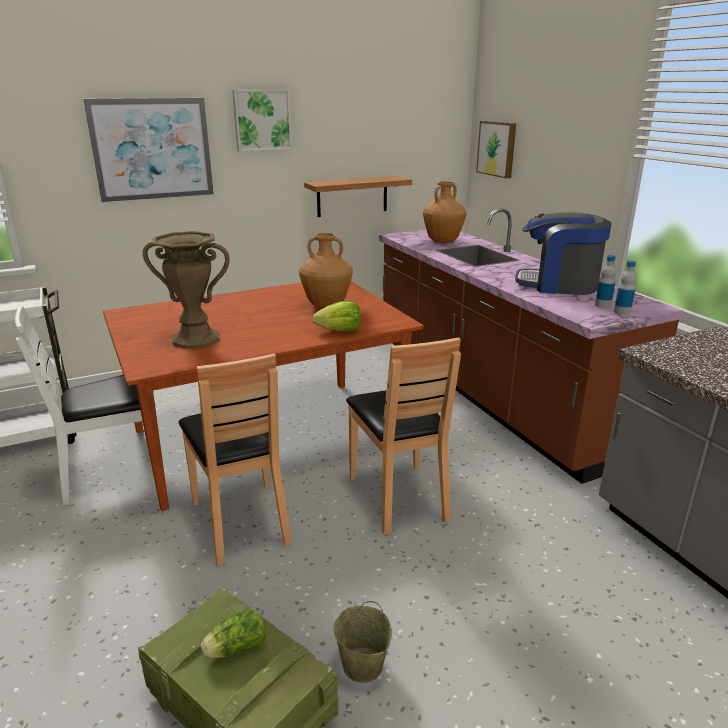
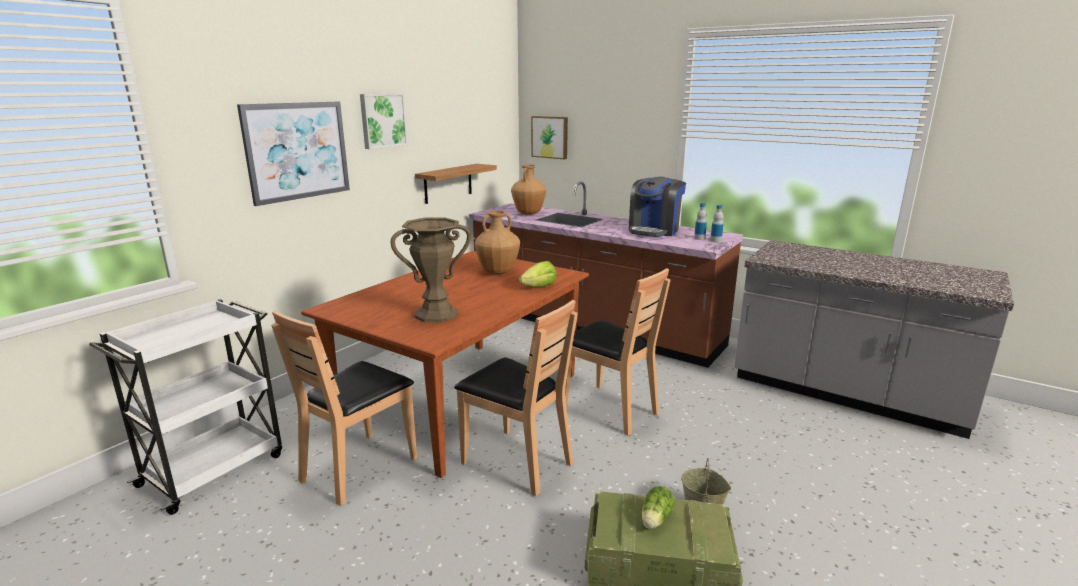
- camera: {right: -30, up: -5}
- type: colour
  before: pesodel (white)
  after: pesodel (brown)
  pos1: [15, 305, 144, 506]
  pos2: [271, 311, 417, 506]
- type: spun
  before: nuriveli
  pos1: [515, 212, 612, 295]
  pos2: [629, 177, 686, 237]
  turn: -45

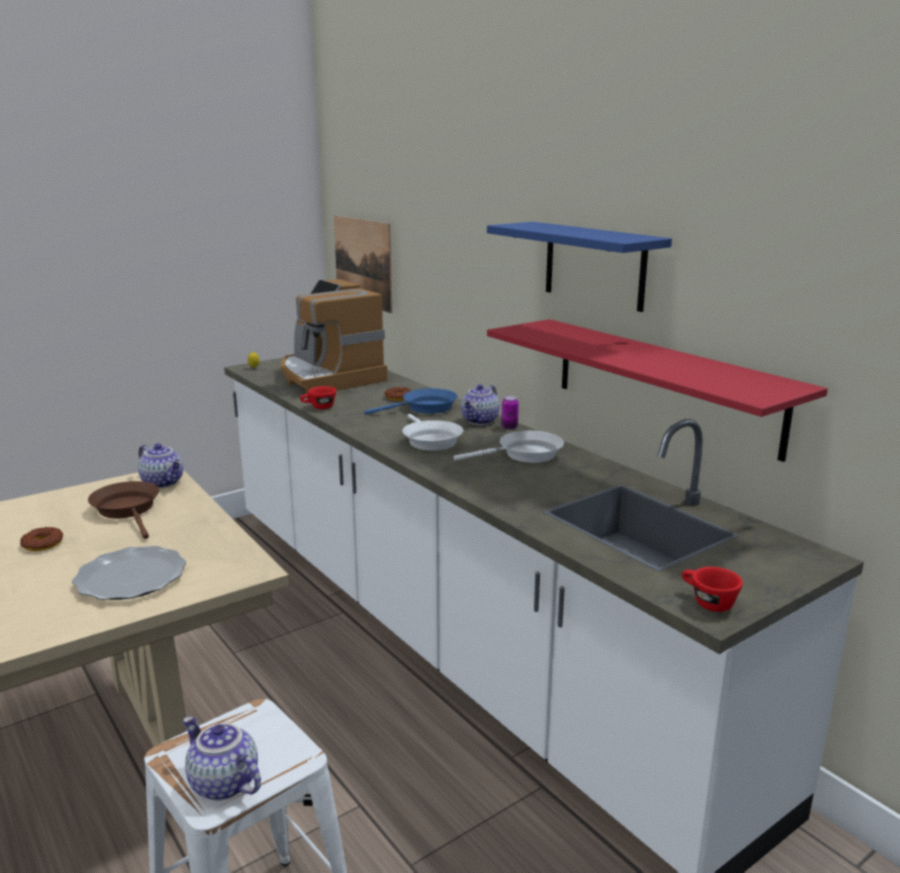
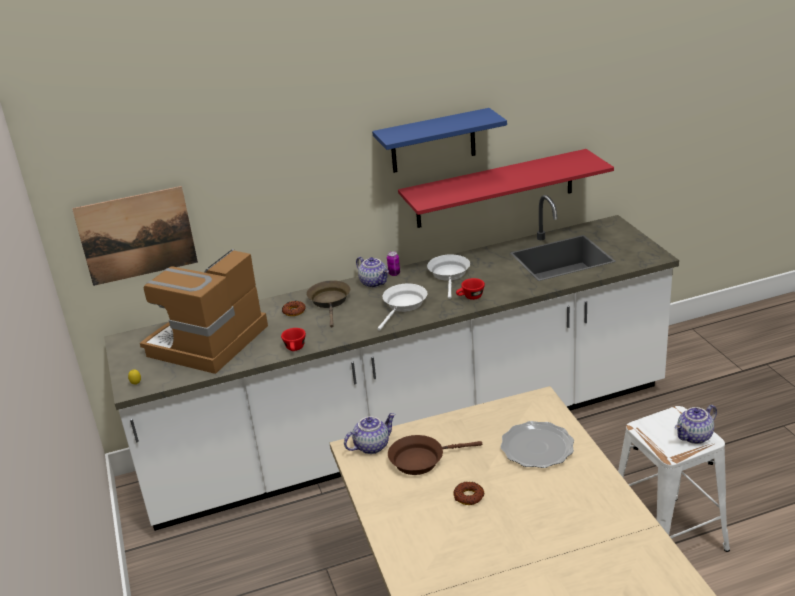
- camera: {right: -70, up: 10}
- type: relocated
  before: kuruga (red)
  pos1: [682, 567, 743, 612]
  pos2: [456, 278, 485, 300]
- type: colour
  before: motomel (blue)
  after: motomel (brown)
  pos1: [364, 388, 458, 415]
  pos2: [307, 280, 350, 327]
- type: spun
  before: nuriveli
  pos1: [281, 279, 387, 394]
  pos2: [140, 249, 268, 374]
  turn: 135
- type: spun
  before: motomel (white)
  pos1: [402, 414, 463, 451]
  pos2: [377, 284, 427, 331]
  turn: -60

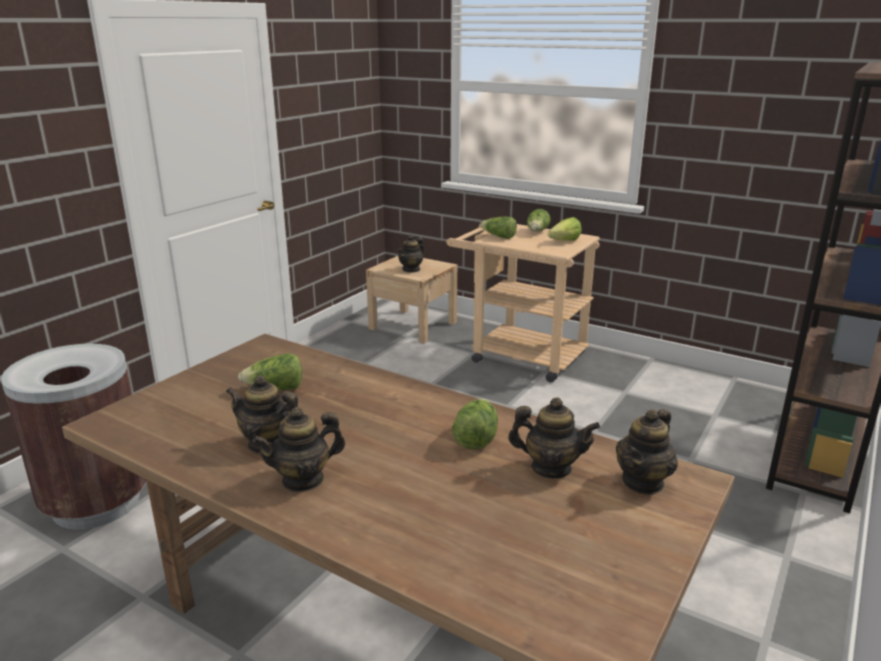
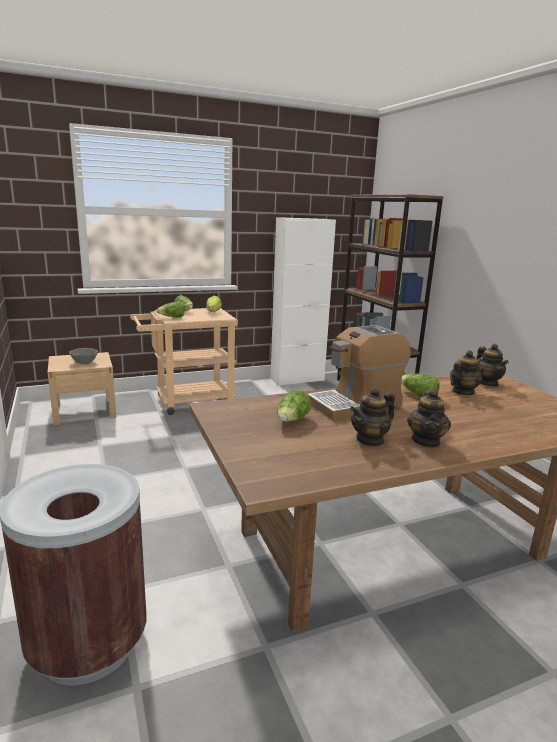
- camera: {right: -55, up: -5}
- type: appeared
  after: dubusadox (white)
  pos2: [270, 217, 336, 386]
- type: appeared
  after: nuriveli
  pos2: [307, 325, 411, 420]
- type: exchanged
  before: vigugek
  after: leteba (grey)
  pos1: [397, 235, 424, 273]
  pos2: [69, 348, 98, 364]

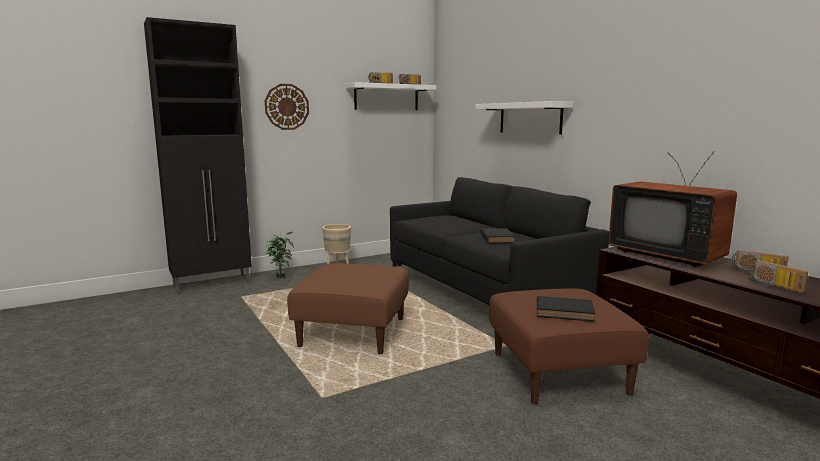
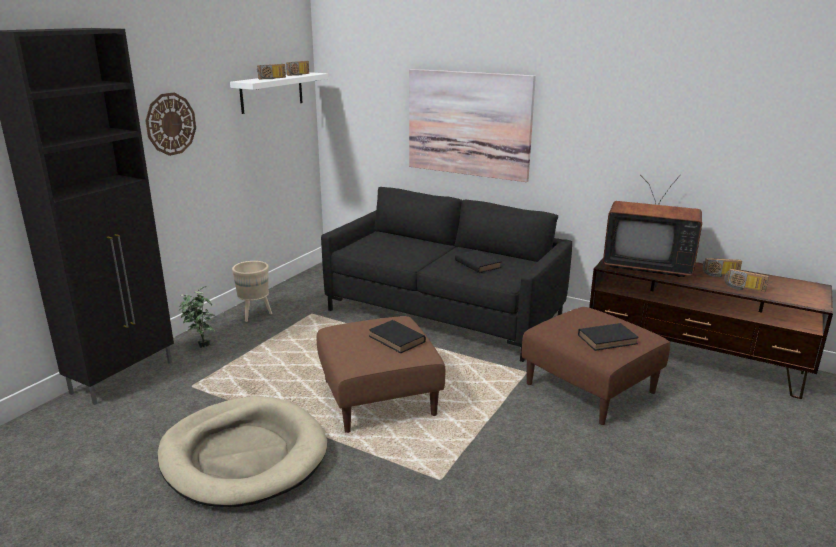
- camera: {right: -30, up: 10}
- type: appeared
  after: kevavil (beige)
  pos2: [157, 396, 327, 507]
- type: appeared
  after: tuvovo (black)
  pos2: [369, 320, 426, 353]
- type: exchanged
  before: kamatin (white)
  after: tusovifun
  pos1: [476, 101, 573, 134]
  pos2: [409, 69, 536, 182]

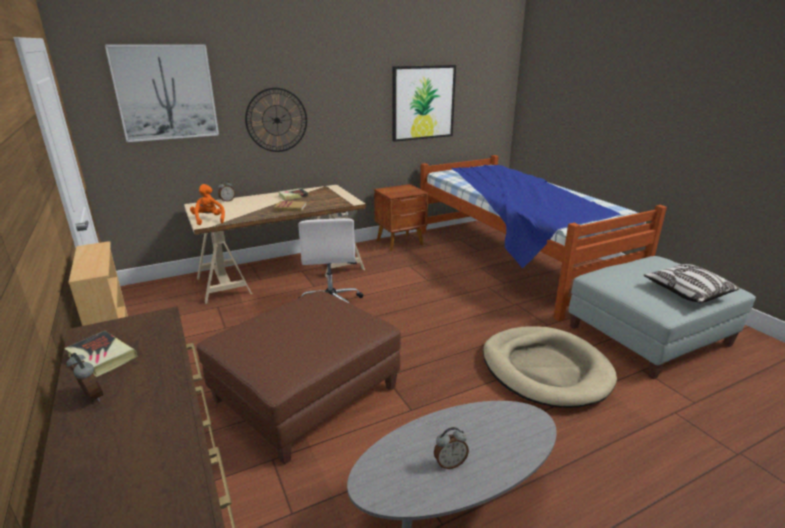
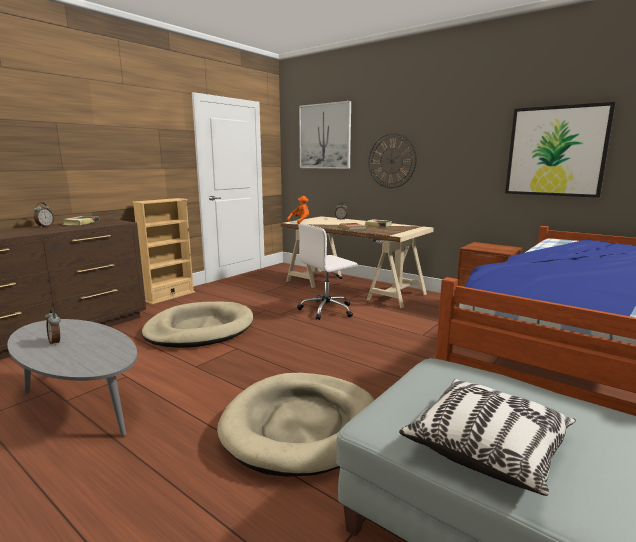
- camera: {right: 65, up: -10}
- type: exchanged
  before: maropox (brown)
  after: kevavil (beige)
  pos1: [197, 291, 401, 465]
  pos2: [142, 302, 253, 348]

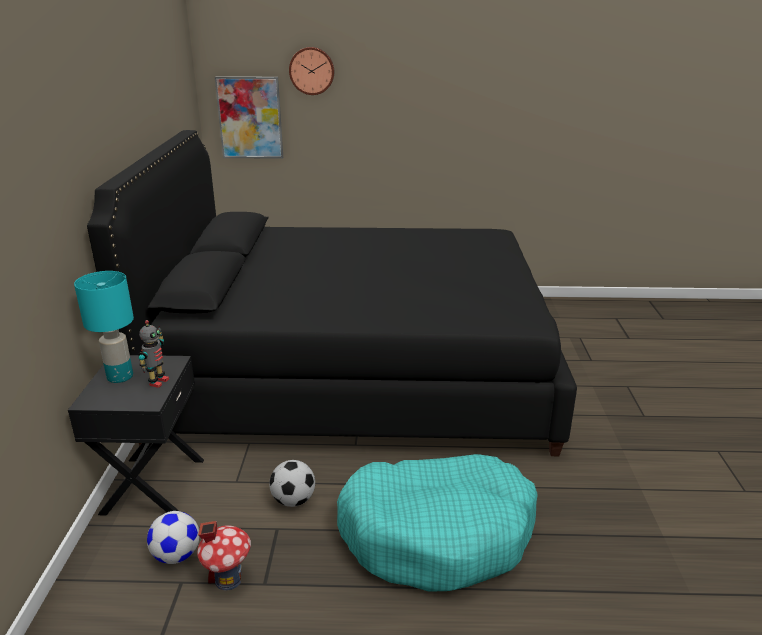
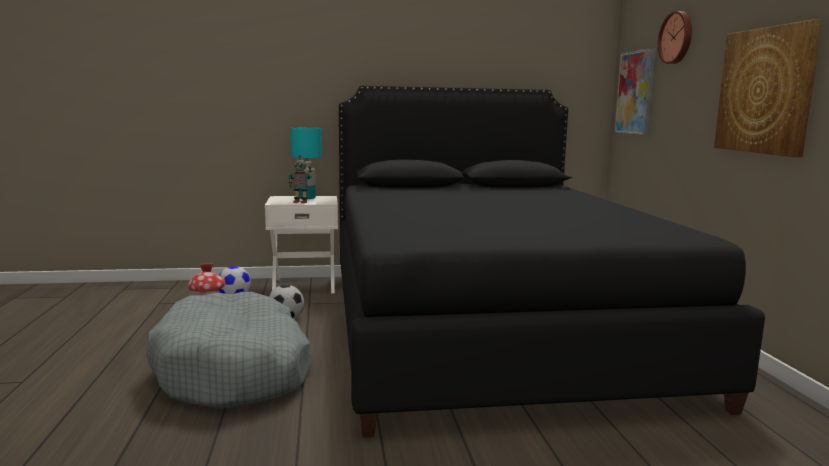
- camera: {right: 80, up: -15}
- type: appeared
  after: tusovifun
  pos2: [714, 19, 823, 157]
- type: colour
  before: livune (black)
  after: livune (white)
  pos1: [68, 355, 204, 515]
  pos2: [265, 196, 338, 293]
- type: colour
  before: kevavil (turquoise)
  after: kevavil (grey)
  pos1: [337, 454, 538, 592]
  pos2: [146, 292, 313, 409]

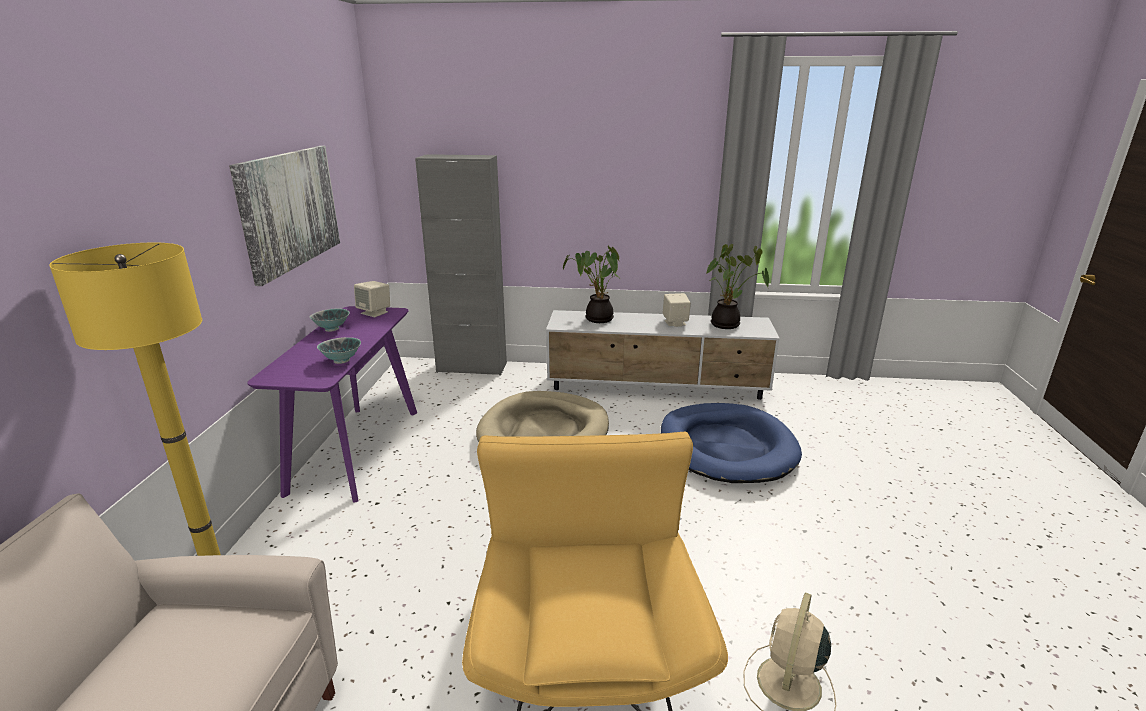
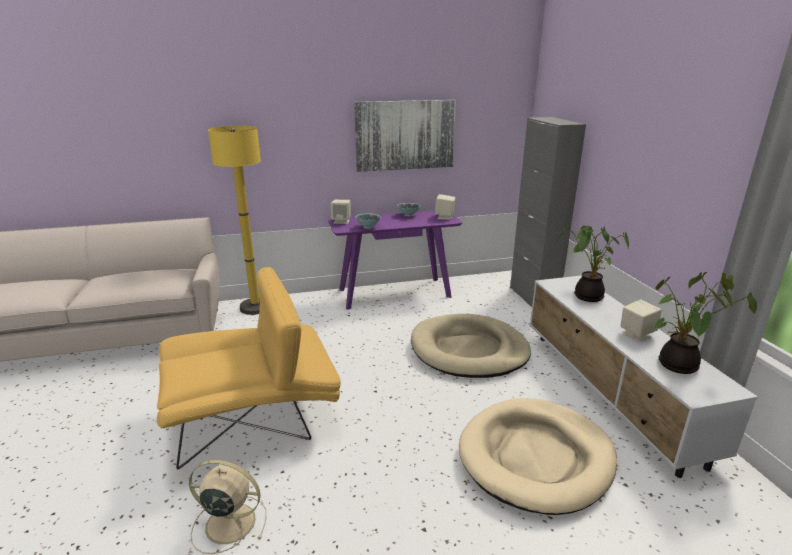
- camera: {right: 70, up: 0}
- type: appeared
  after: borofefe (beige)
  pos2: [331, 200, 351, 224]
- type: colour
  before: kevavil (blue)
  after: kevavil (beige)
  pos1: [661, 403, 802, 483]
  pos2: [459, 398, 617, 515]

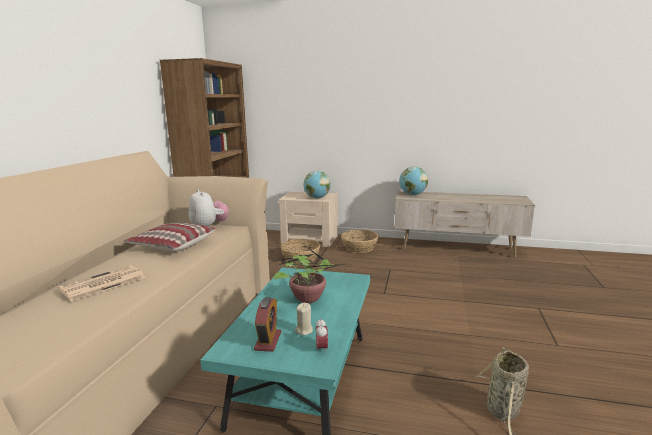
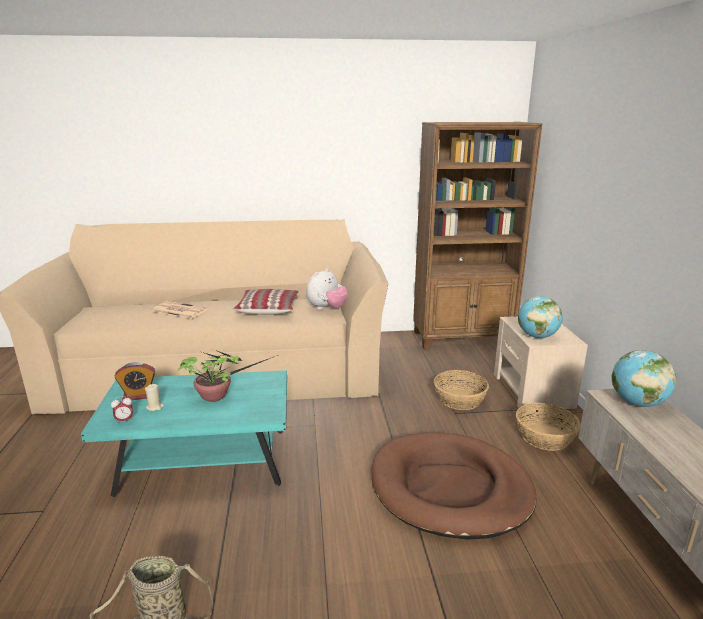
- camera: {right: 70, up: 5}
- type: appeared
  after: kevavil (brown)
  pos2: [371, 432, 537, 539]

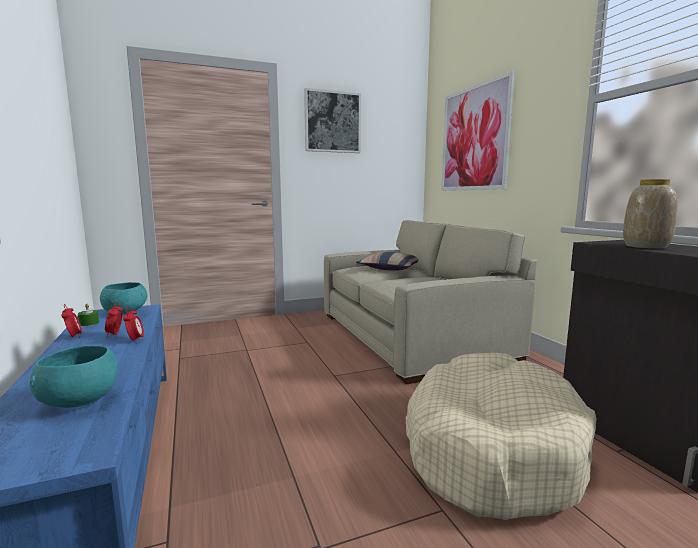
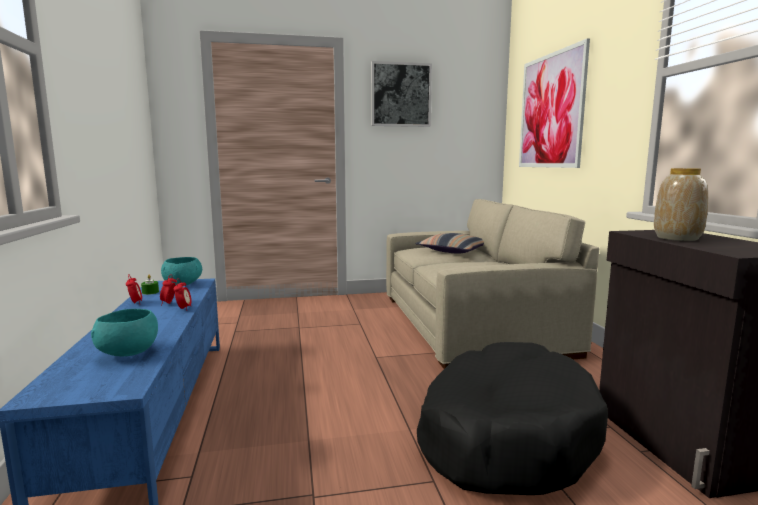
- camera: {right: 10, up: 0}
- type: colour
  before: kevavil (beige)
  after: kevavil (black)
  pos1: [406, 353, 596, 520]
  pos2: [417, 342, 608, 495]

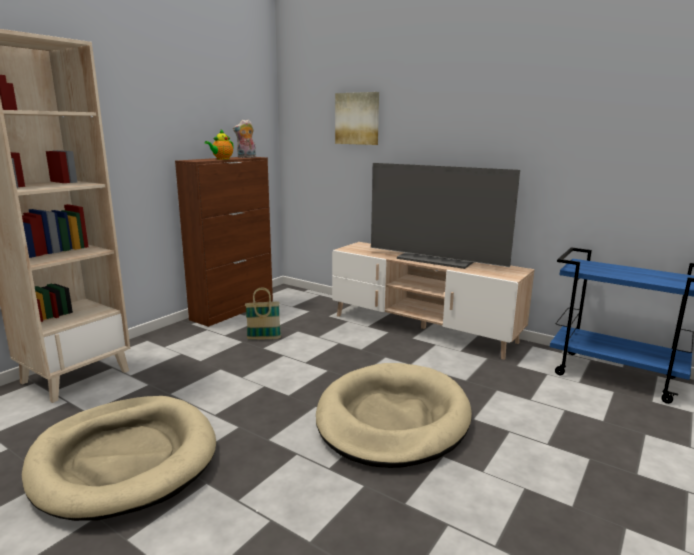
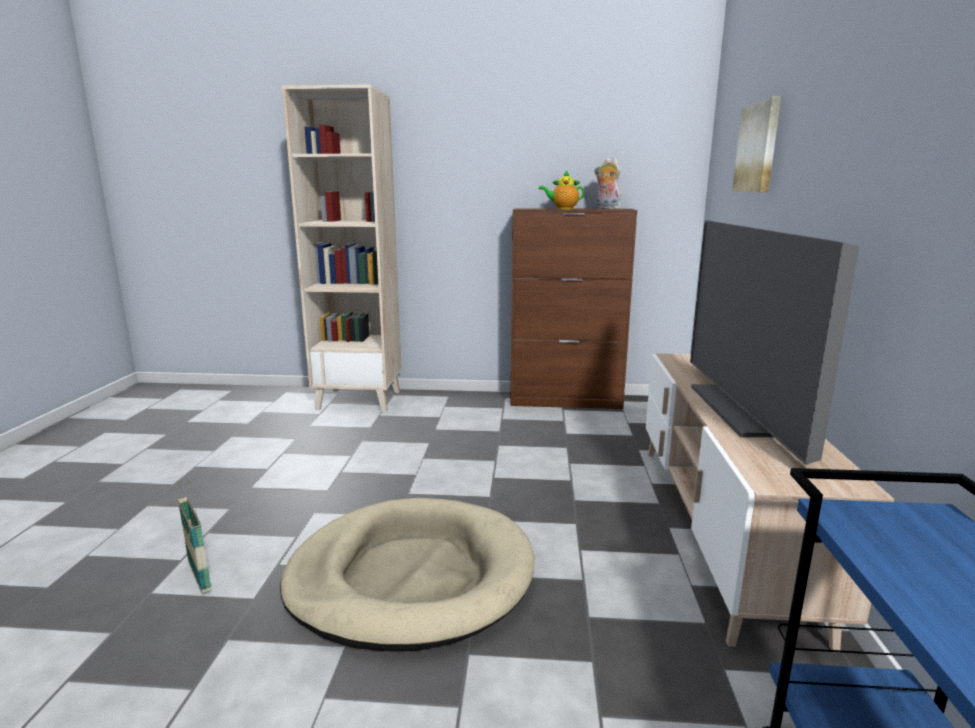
- camera: {right: 60, up: 0}
- type: missing
  before: kevavil (beige)
  pos1: [22, 396, 216, 521]
- type: relocated
  before: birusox
  pos1: [245, 287, 281, 340]
  pos2: [178, 479, 212, 594]

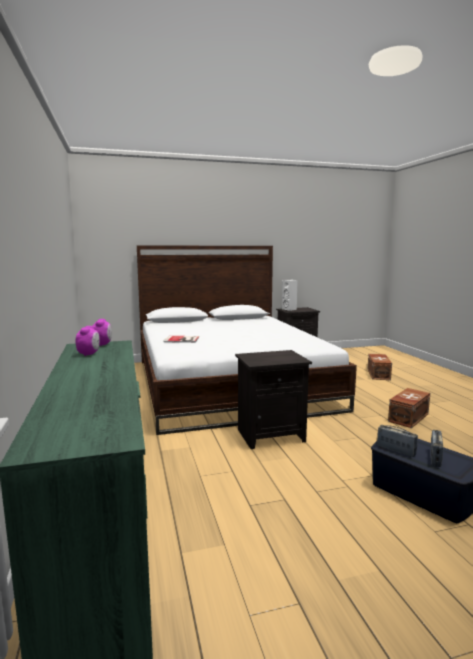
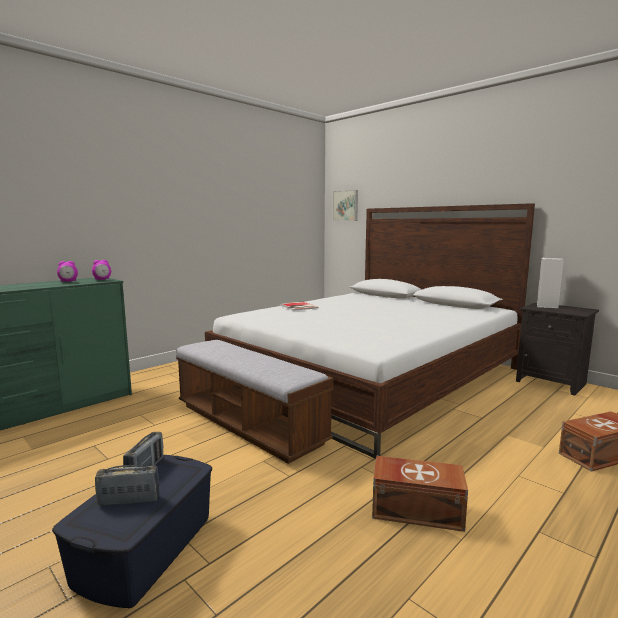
- camera: {right: 60, up: 0}
- type: appeared
  after: tusovifun
  pos2: [333, 190, 358, 221]
- type: exchanged
  before: livune (black)
  after: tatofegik
  pos1: [235, 350, 312, 449]
  pos2: [176, 340, 334, 464]

